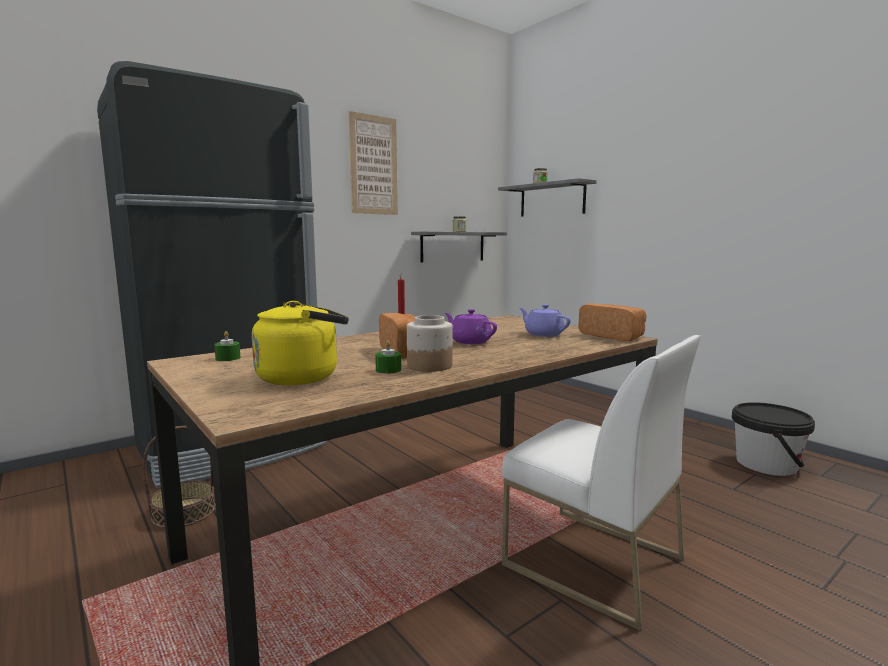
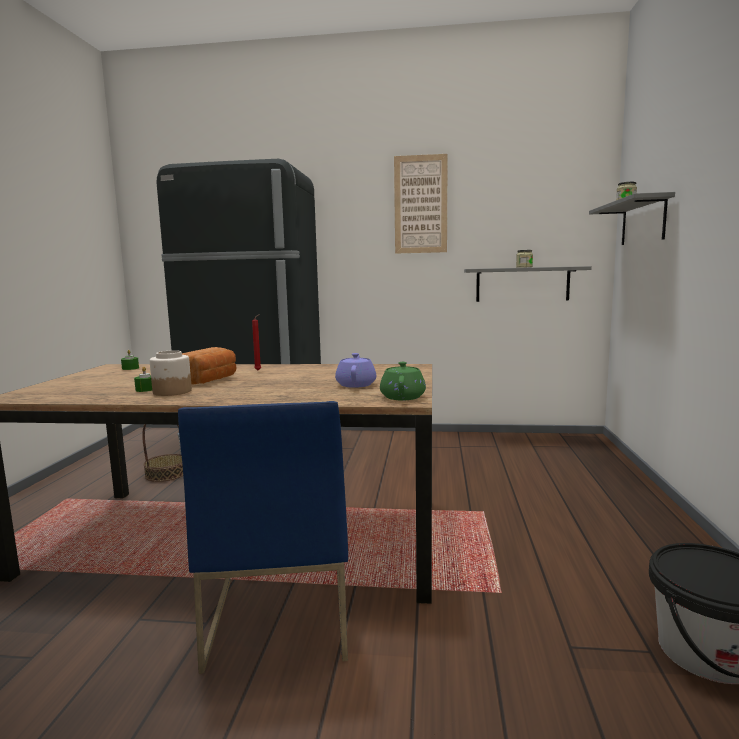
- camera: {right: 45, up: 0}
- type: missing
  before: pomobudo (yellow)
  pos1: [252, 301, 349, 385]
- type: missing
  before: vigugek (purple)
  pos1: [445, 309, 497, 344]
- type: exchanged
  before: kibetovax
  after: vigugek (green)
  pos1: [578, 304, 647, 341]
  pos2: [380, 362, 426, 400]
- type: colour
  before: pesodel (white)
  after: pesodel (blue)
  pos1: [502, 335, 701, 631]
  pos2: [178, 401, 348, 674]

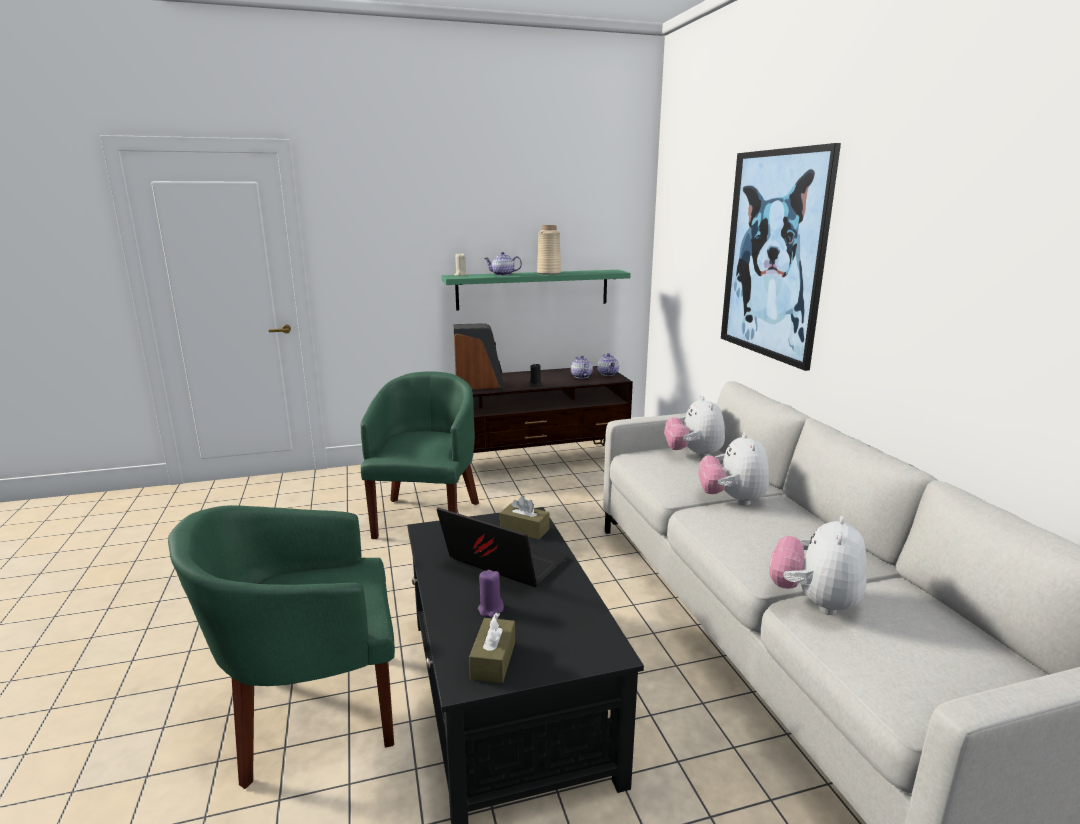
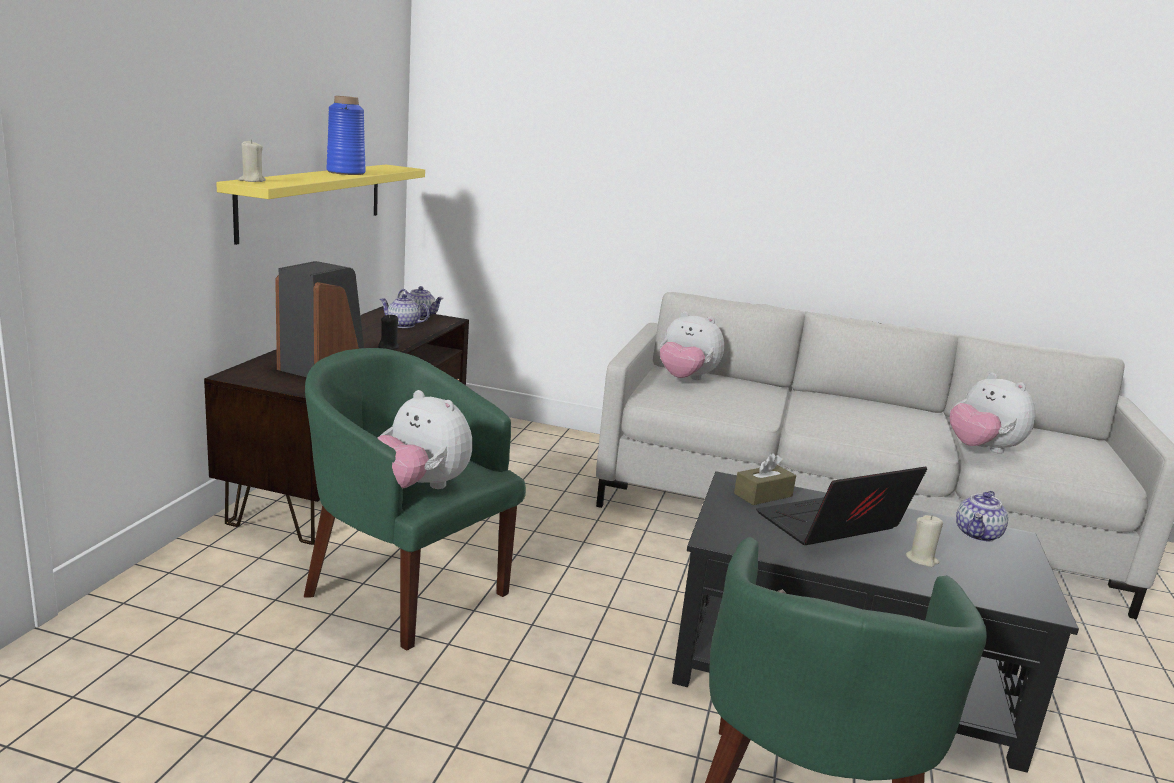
- camera: {right: -60, up: 0}
- type: missing
  before: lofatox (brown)
  pos1: [469, 612, 515, 683]
- type: missing
  before: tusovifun
  pos1: [721, 143, 841, 371]
- type: relocated
  before: vigugek
  pos1: [484, 252, 522, 276]
  pos2: [956, 491, 1008, 542]
- type: relocated
  before: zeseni
  pos1: [698, 432, 769, 505]
  pos2: [377, 390, 472, 489]
- type: colour
  before: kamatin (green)
  after: kamatin (yellow)
  pos1: [442, 270, 631, 311]
  pos2: [216, 164, 425, 245]
- type: colour
  before: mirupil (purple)
  after: mirupil (beige)
  pos1: [478, 570, 504, 618]
  pos2: [906, 515, 943, 567]
- type: colour
  before: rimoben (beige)
  after: rimoben (blue)
  pos1: [537, 225, 561, 275]
  pos2: [327, 96, 366, 175]

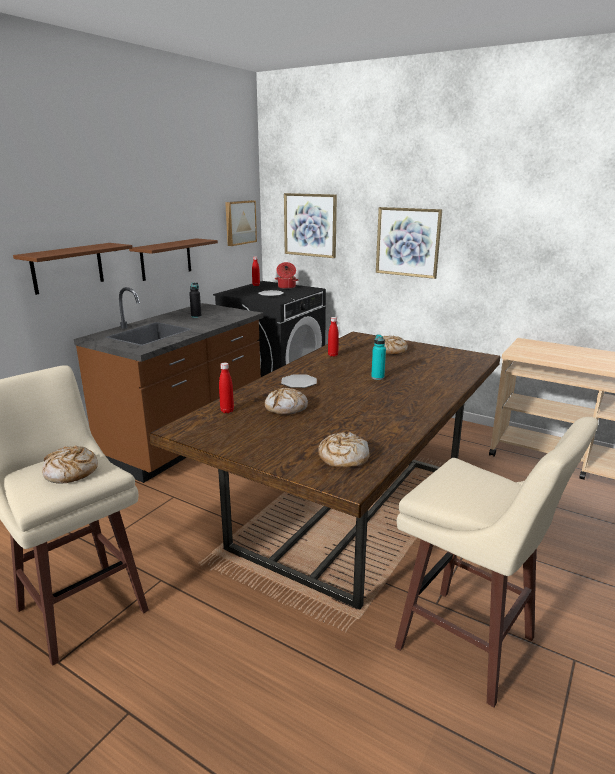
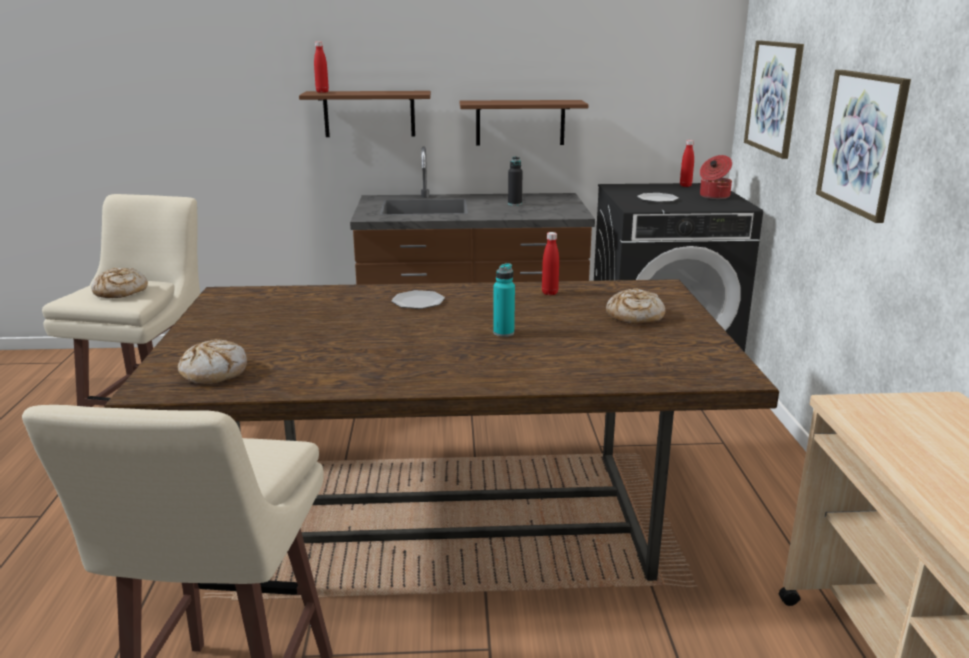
- camera: {right: 55, up: 0}
- type: missing
  before: tusovifun
  pos1: [225, 200, 257, 246]
- type: missing
  before: kibetovax
  pos1: [265, 388, 308, 415]
- type: relocated
  before: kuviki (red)
  pos1: [219, 363, 234, 413]
  pos2: [314, 41, 329, 93]

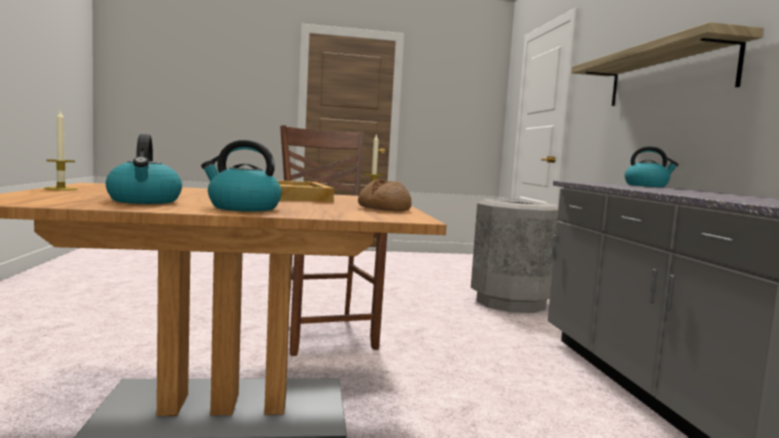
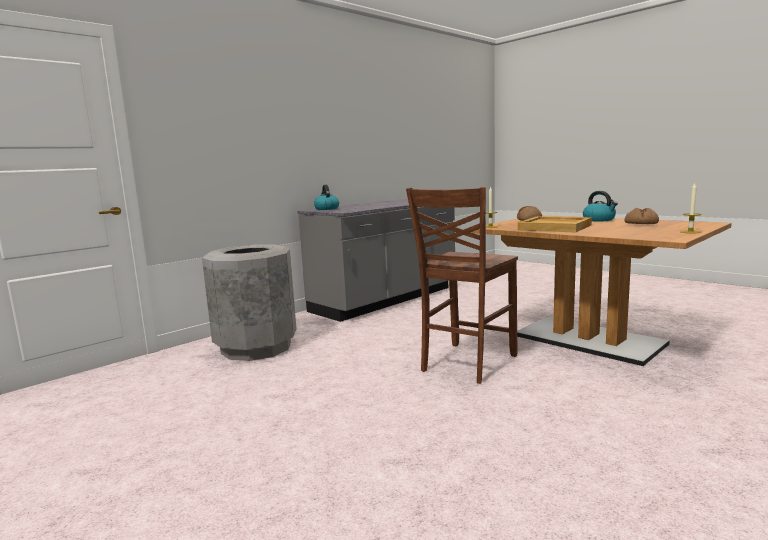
- camera: {right: -125, up: 5}
- type: missing
  before: kamatin
  pos1: [571, 22, 763, 106]
- type: exchanged
  before: pomobudo
  after: kibetovax
  pos1: [106, 134, 182, 204]
  pos2: [624, 208, 659, 224]

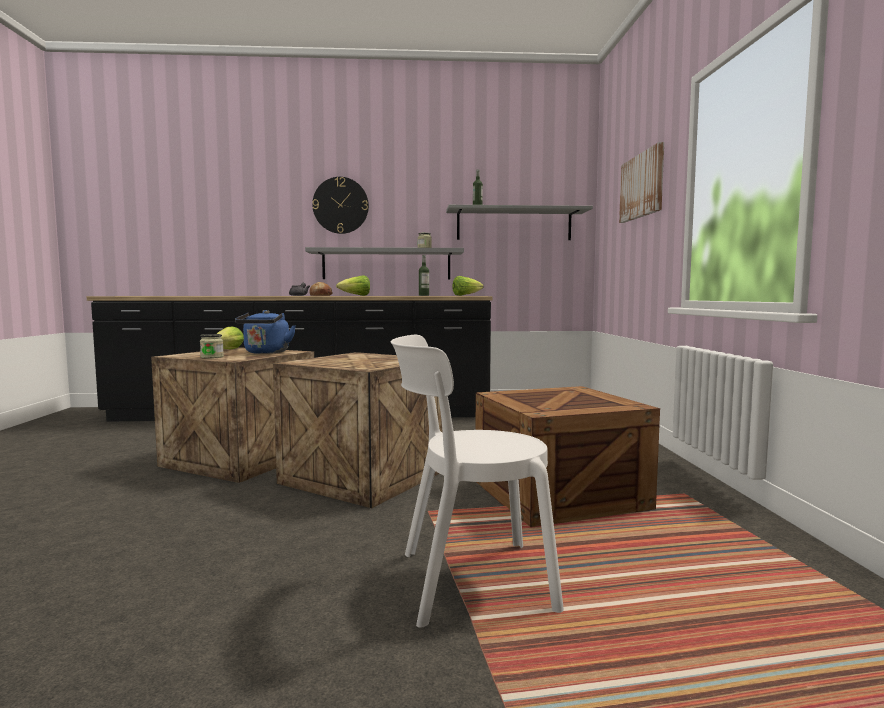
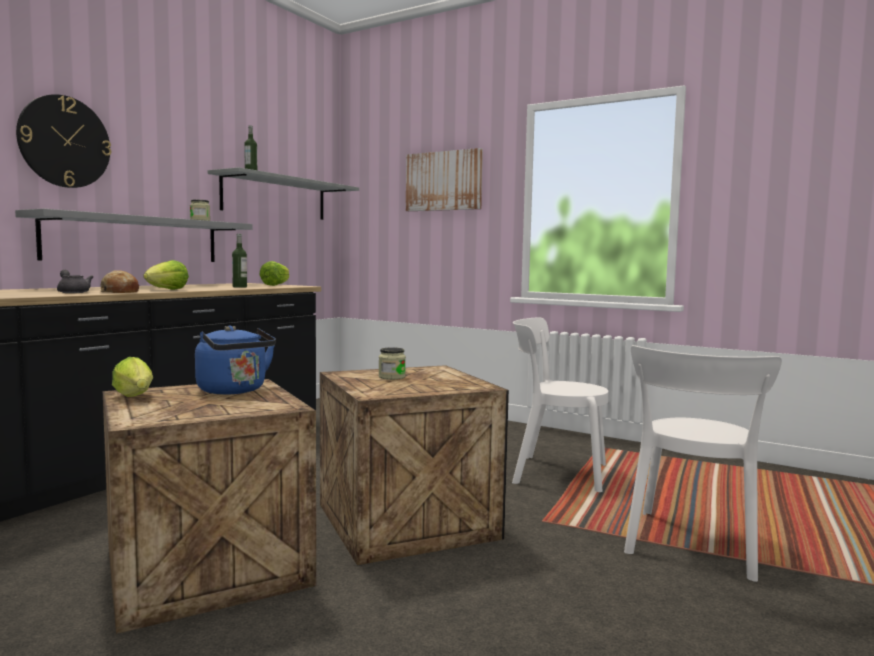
- camera: {right: -55, up: 0}
- type: relocated
  before: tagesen
  pos1: [200, 334, 224, 359]
  pos2: [379, 347, 406, 380]
- type: exchanged
  before: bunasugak
  after: pesodel (white)
  pos1: [476, 386, 660, 527]
  pos2: [512, 317, 609, 492]

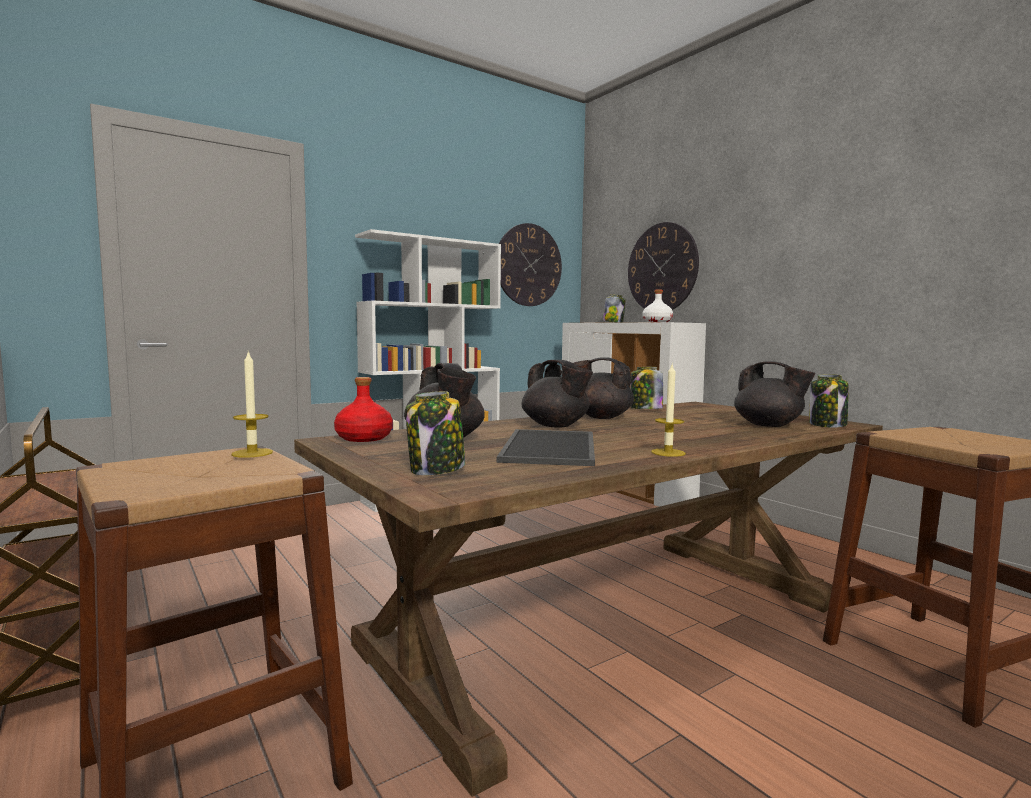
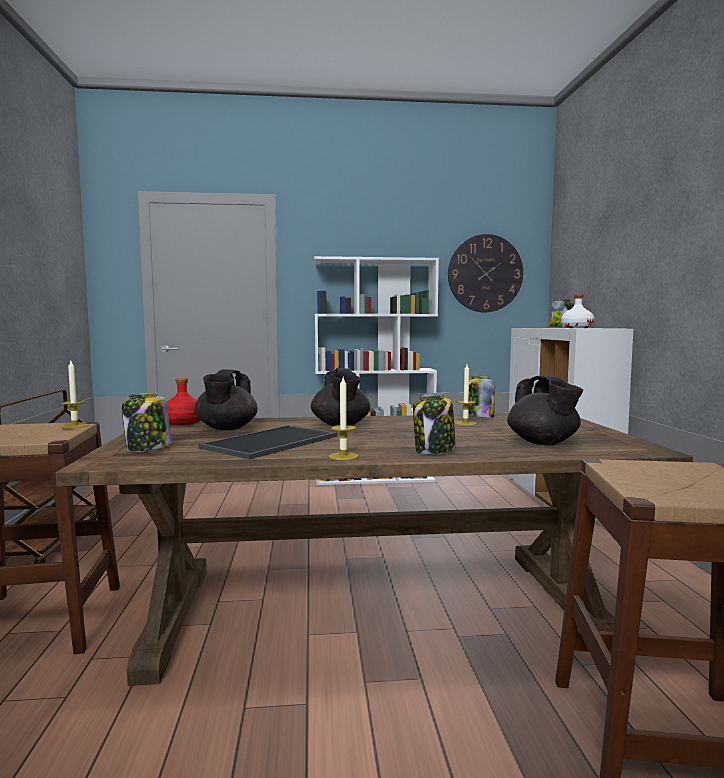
- camera: {right: 30, up: 0}
- type: missing
  before: vigugek (black)
  pos1: [573, 357, 634, 419]
- type: missing
  before: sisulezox
  pos1: [628, 222, 699, 310]
- type: appeared
  after: mirupil
  pos2: [454, 364, 477, 426]
- type: relocated
  before: tagesen
  pos1: [809, 374, 849, 428]
  pos2: [413, 393, 456, 454]

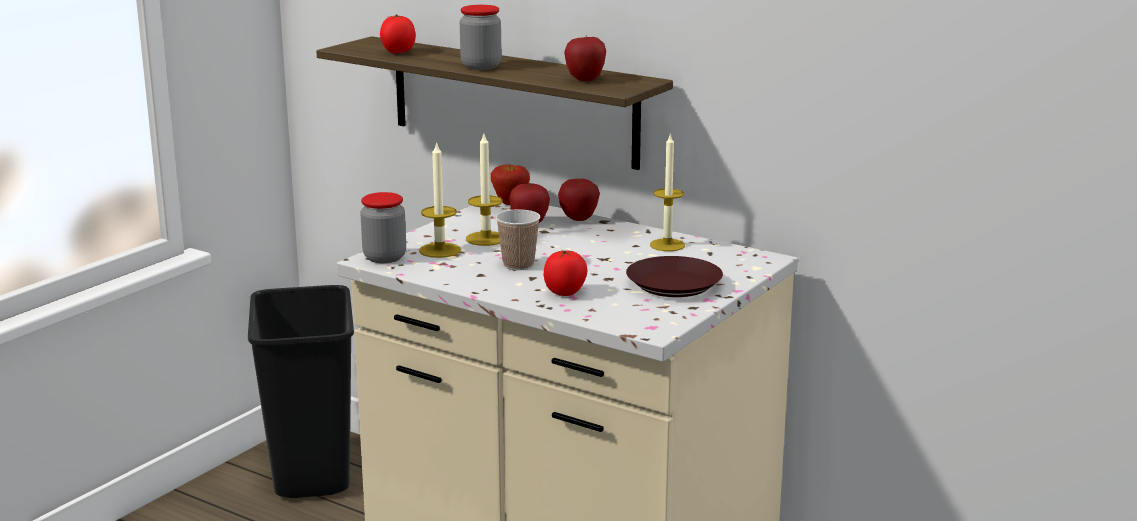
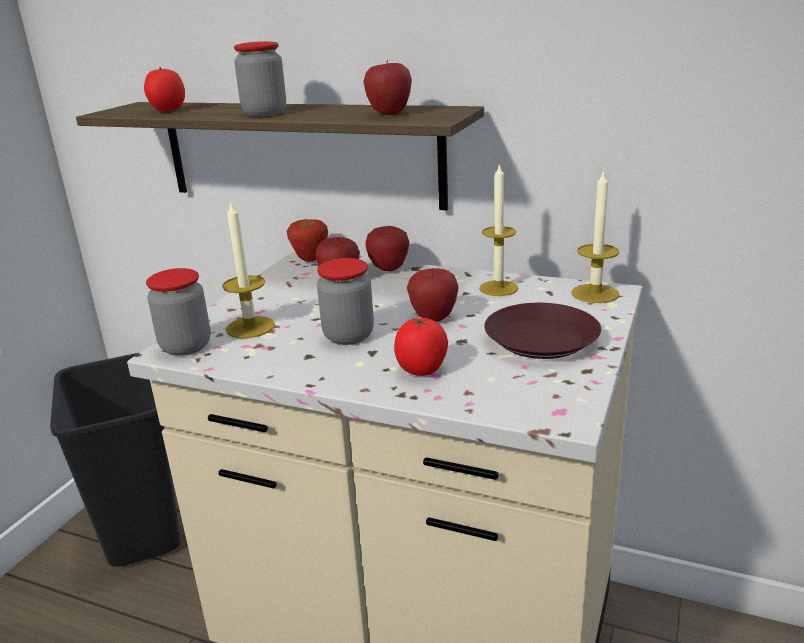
- camera: {right: -10, up: 5}
- type: appeared
  after: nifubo
  pos2: [407, 268, 459, 322]
- type: relocated
  before: mirupil
  pos1: [466, 134, 503, 246]
  pos2: [572, 169, 619, 303]
- type: exchanged
  before: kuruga
  after: tagesen
  pos1: [495, 210, 540, 270]
  pos2: [317, 258, 374, 345]

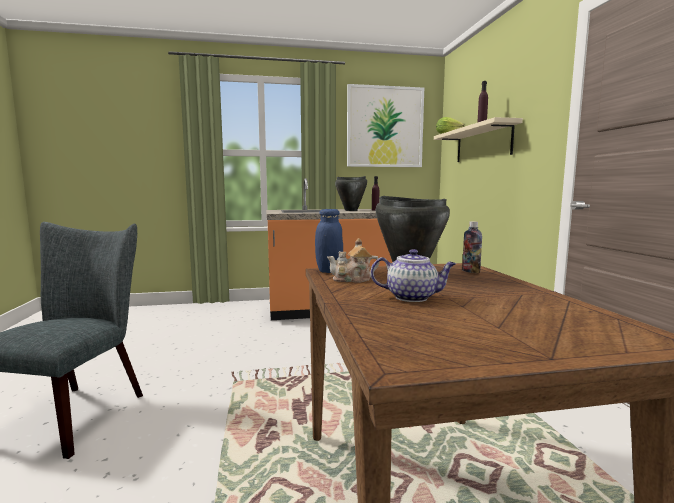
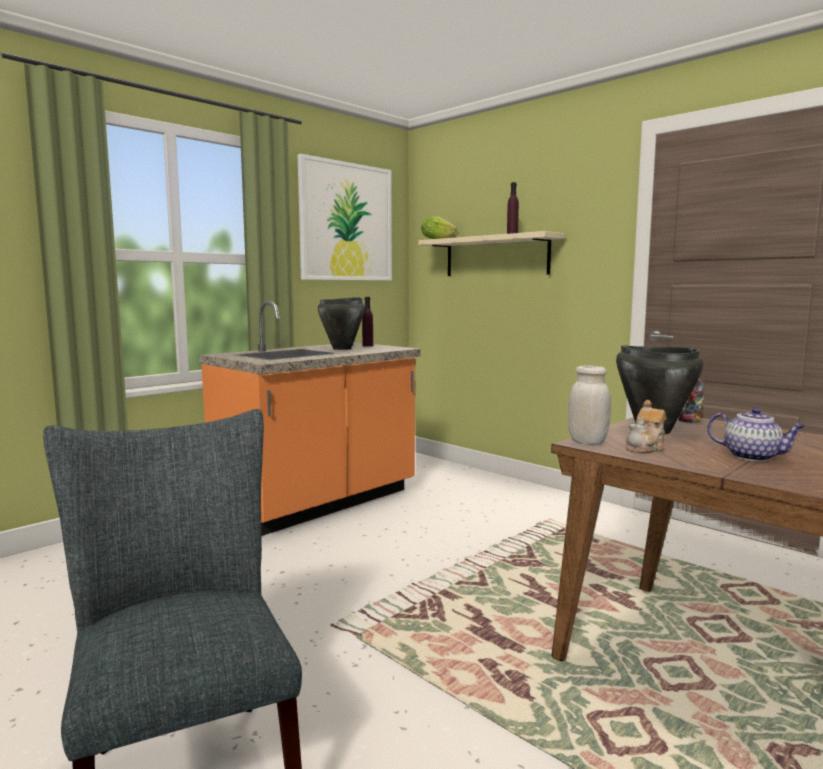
- camera: {right: -35, up: 0}
- type: colour
  before: tagesen (blue)
  after: tagesen (white)
  pos1: [315, 209, 343, 273]
  pos2: [568, 365, 611, 445]
- type: spun
  before: vigugek
  pos1: [371, 249, 456, 302]
  pos2: [707, 407, 805, 461]
  turn: 60

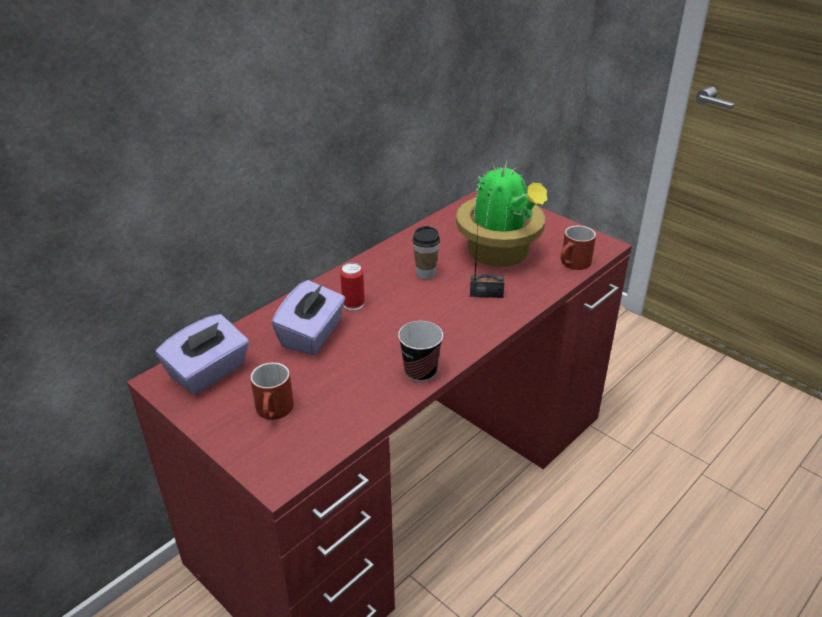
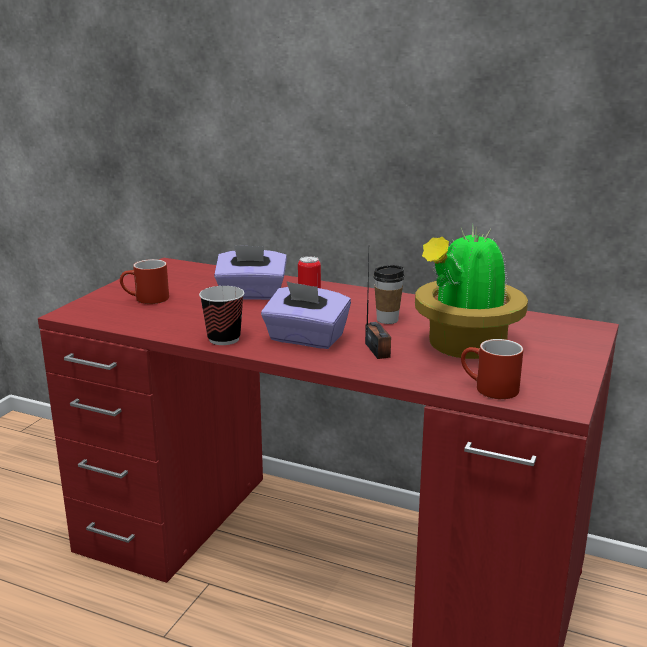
- camera: {right: 70, up: -15}
- type: relocated
  before: lofatox (purple)
  pos1: [156, 314, 249, 395]
  pos2: [261, 281, 351, 349]

